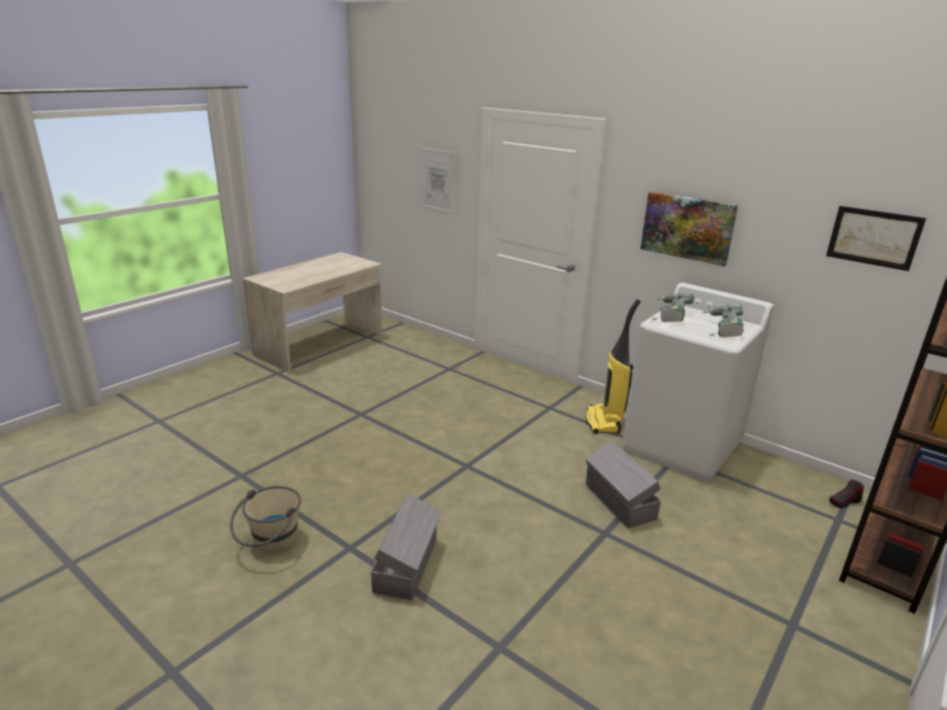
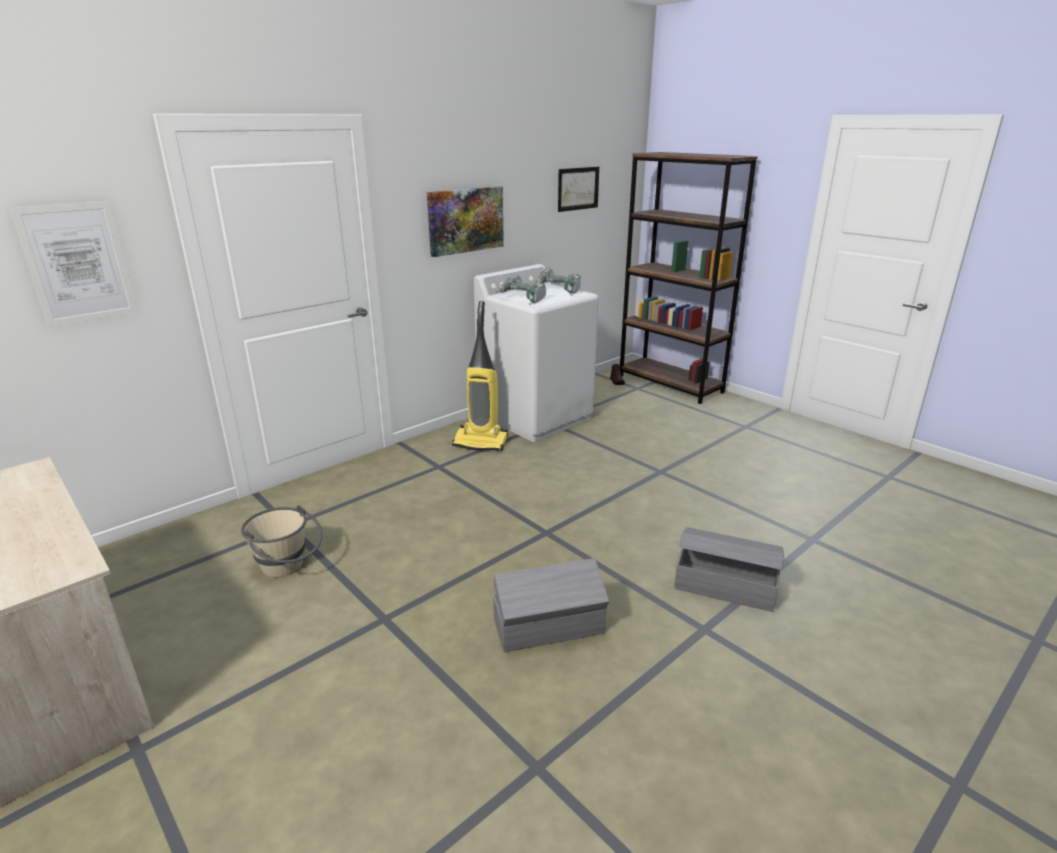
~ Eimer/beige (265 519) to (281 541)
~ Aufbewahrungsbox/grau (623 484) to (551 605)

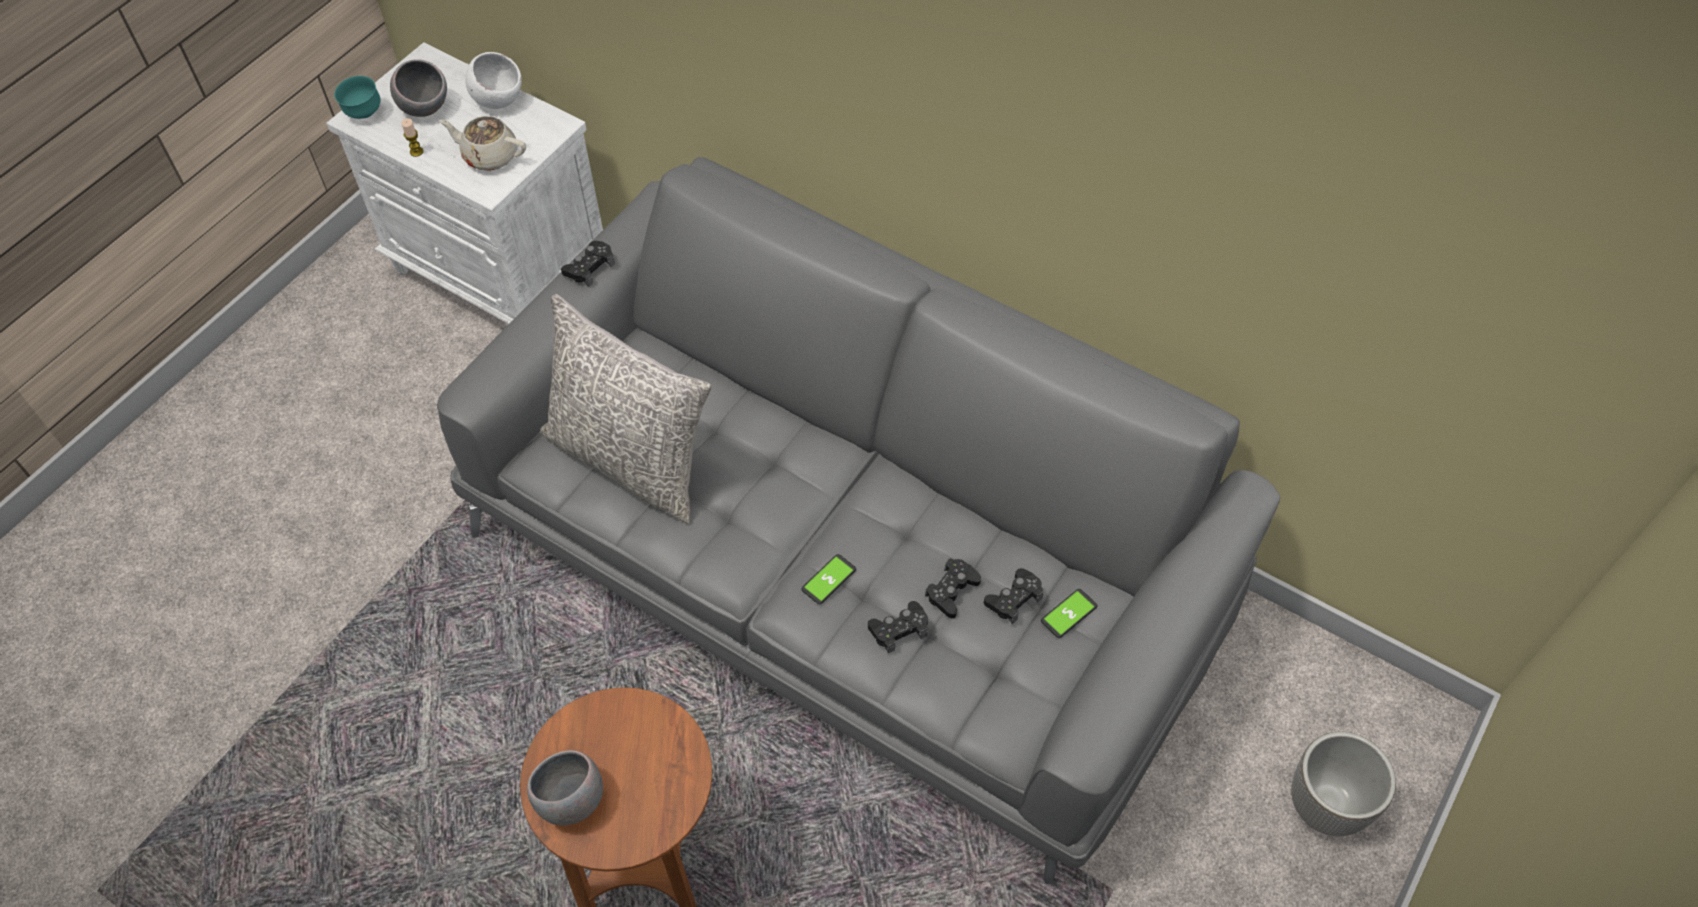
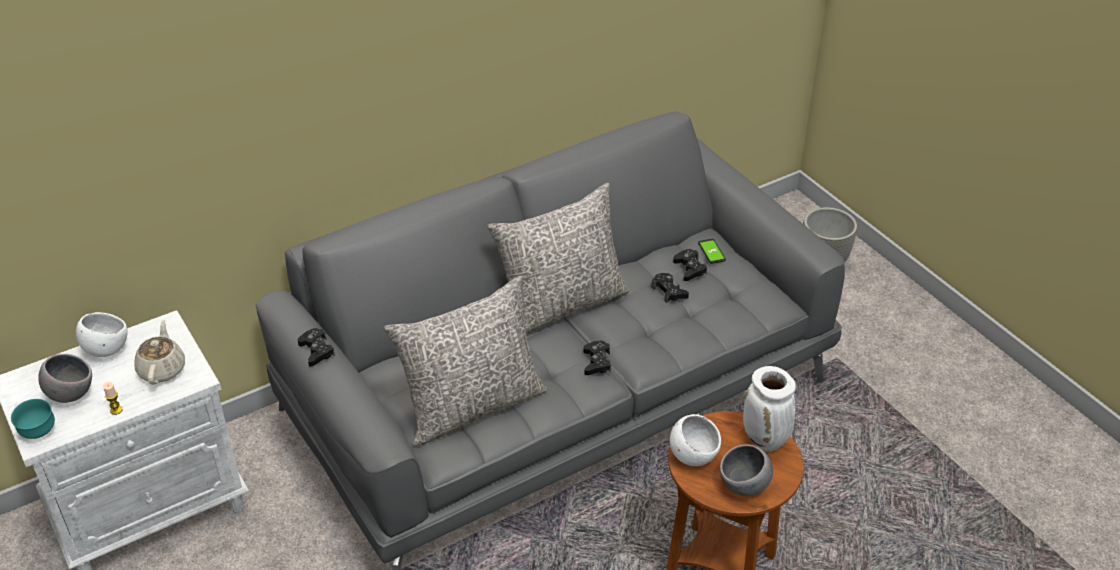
~ Teekanne/beige (482 143) = (160 352) 135 degrees clockwise
- Handy (828 579)
~ Gamepad/schwarz (898 627) to (597 358)
+ Kissen/grau (558 258)
+ Schüssel/weiß (695 440)
+ Vase/weiß (769 408)

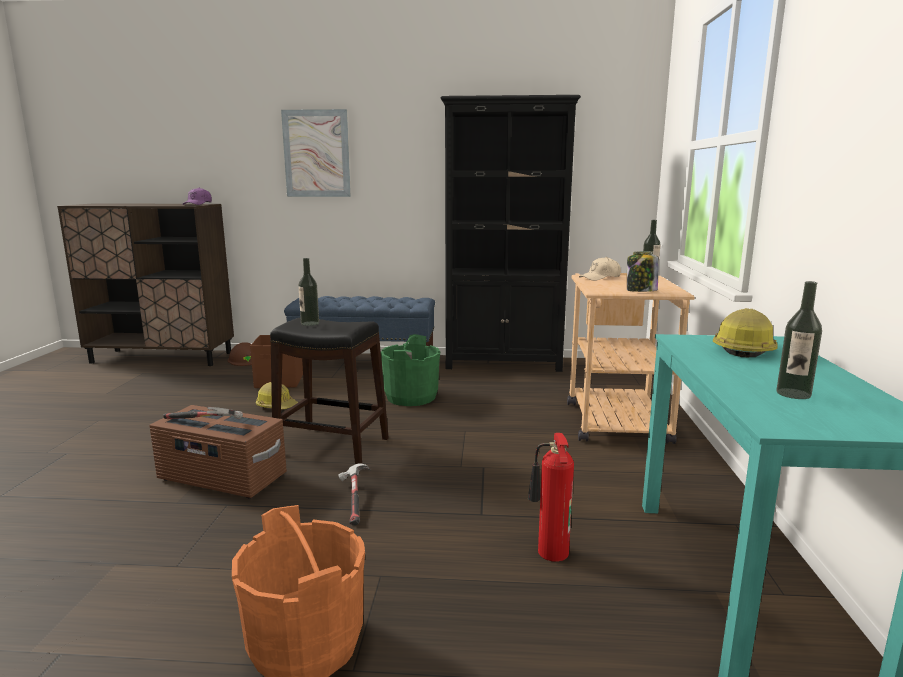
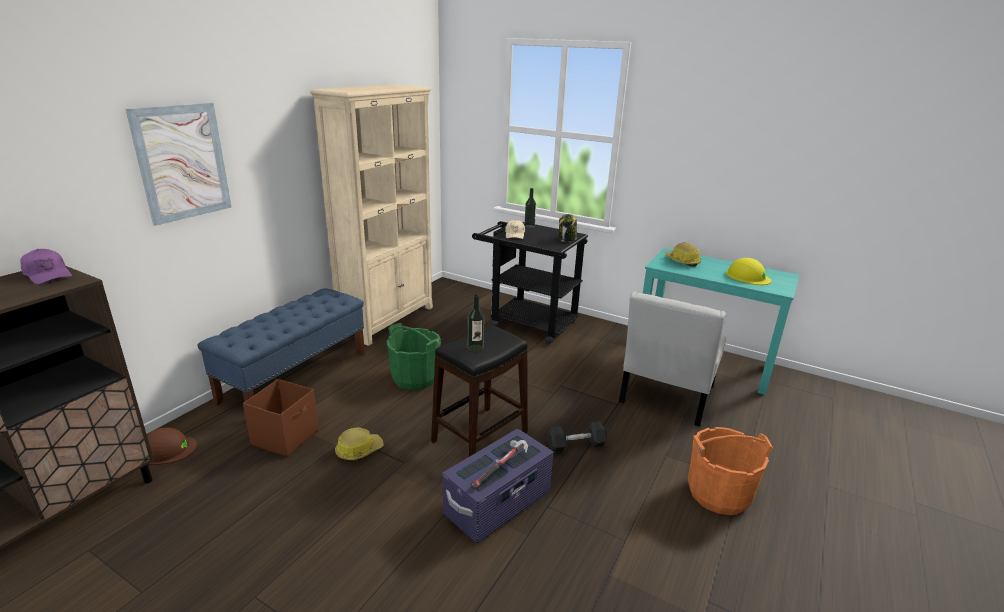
~ Aufbewahrungsbox/braun (218 451) to Aufbewahrungsbox/lila (497 486)
~ Hammer (354 494) to Hantel/grau (577 437)
~ Bücherregal/schwarz (511 233) to Bücherregal/beige (371 215)
~ Feuerlöscher (551 497) to Stuhl/weiß (672 359)
~ Rollwagen/beige (631 358) to Rollwagen/schwarz (530 282)
~ Flasche (799 340) to Schutzhelm/gelb (749 271)

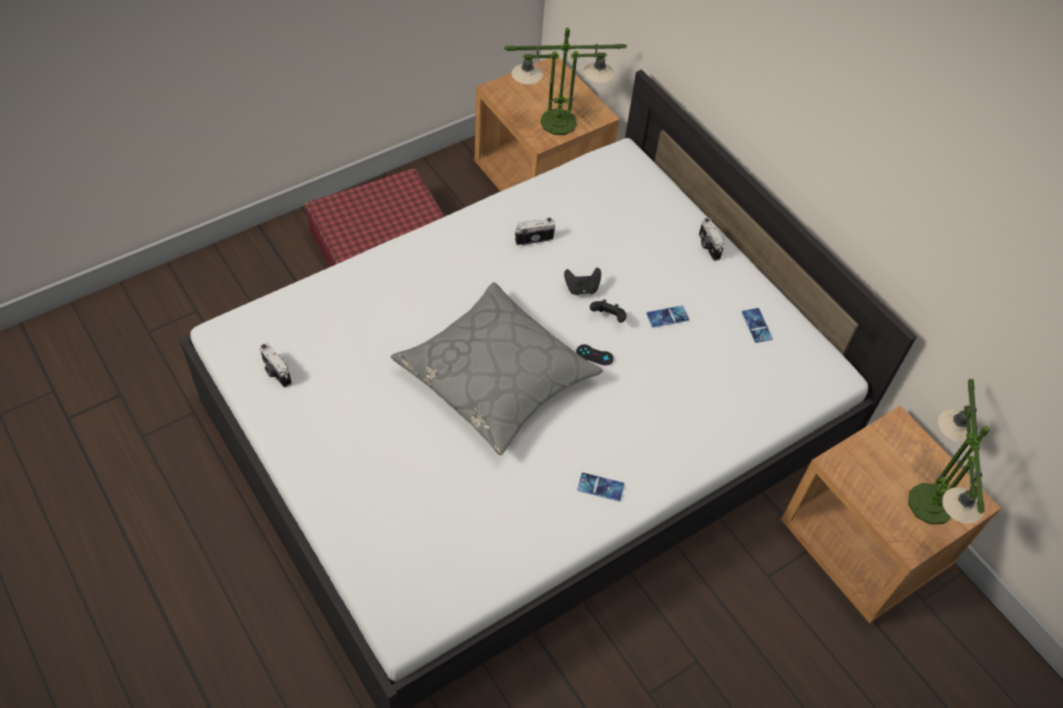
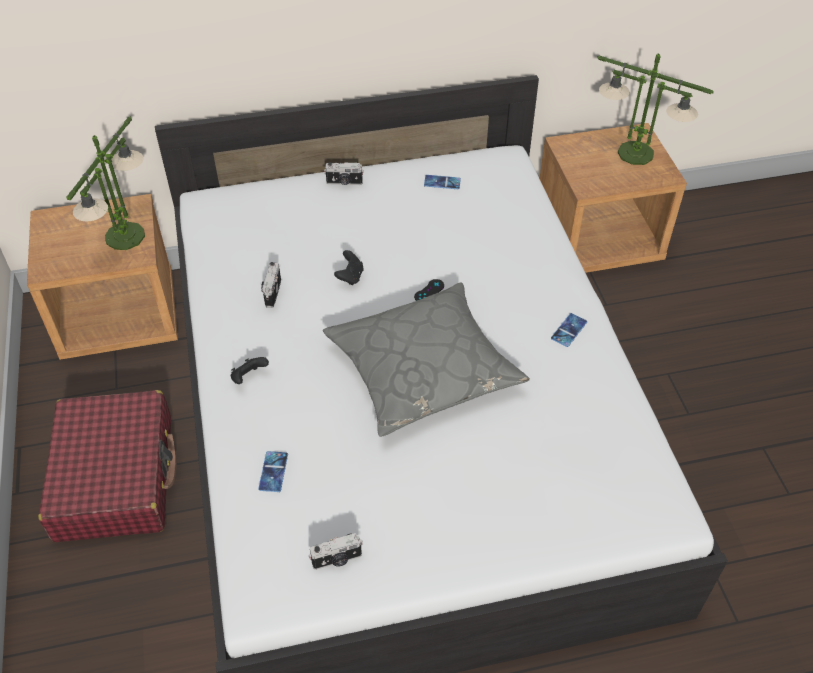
~ Gamepad/schwarz (608 311) to (250 370)
~ Handy (667 316) to (273 471)

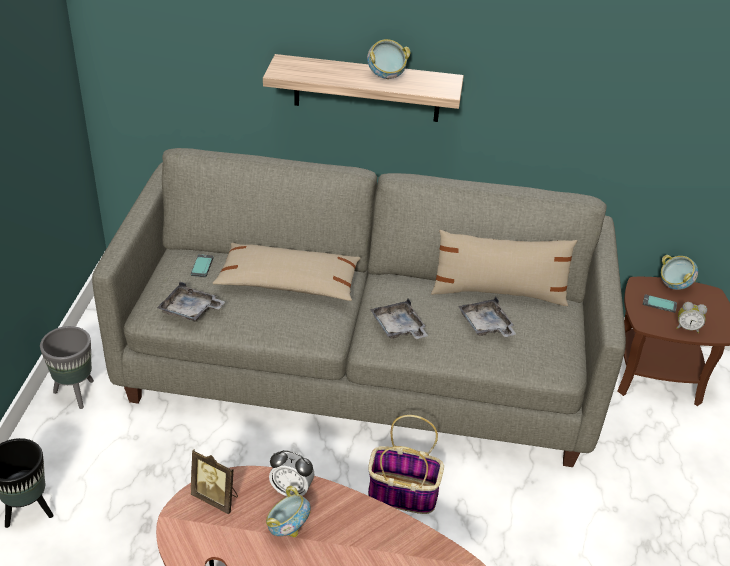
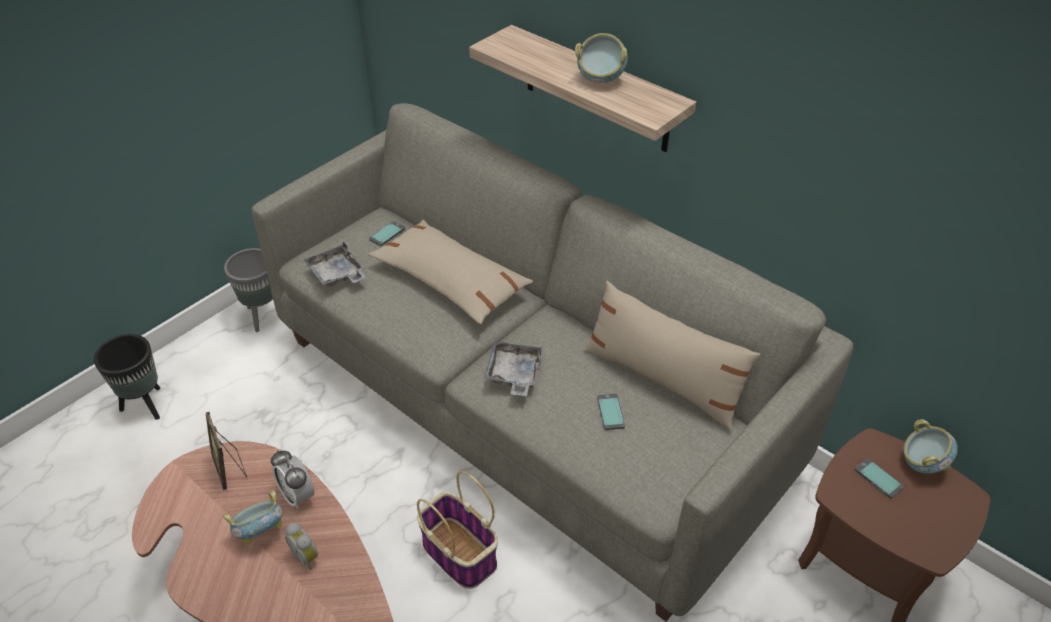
~ Tablett/grau (487 316) to Handy (611 411)
~ Wecker (691 317) to (301 546)

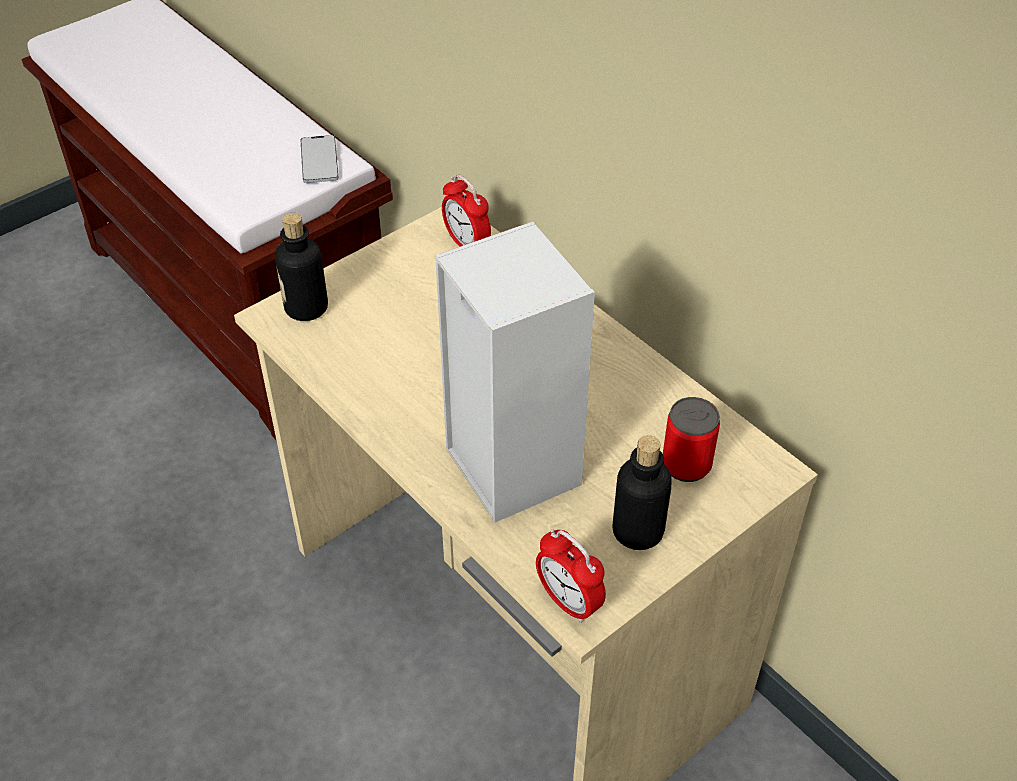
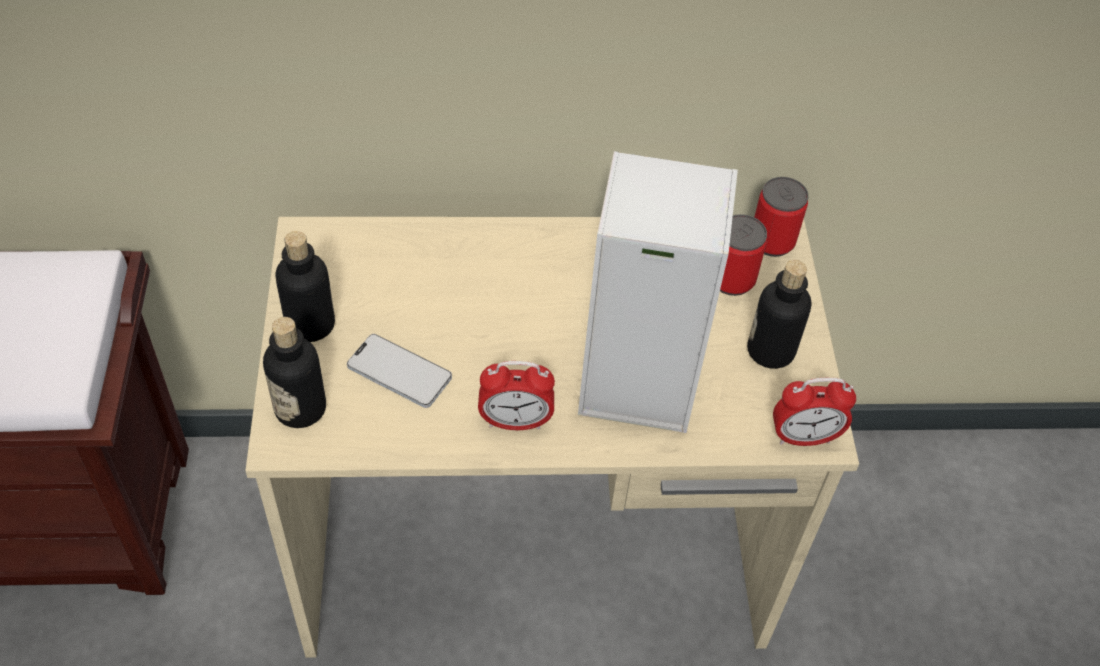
~ Handy (320 159) to (399 371)
~ Wecker (466 210) to (516 395)
+ Flasche (305 286)
+ Dose (781 217)

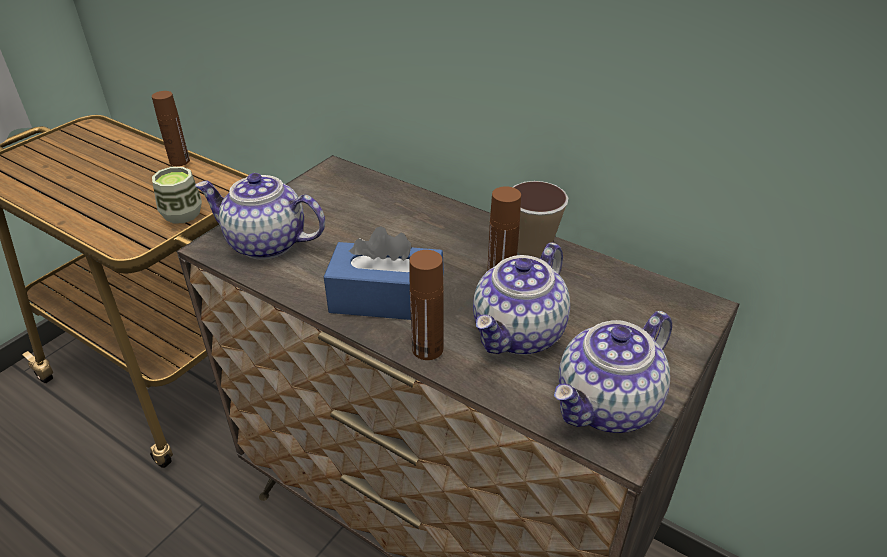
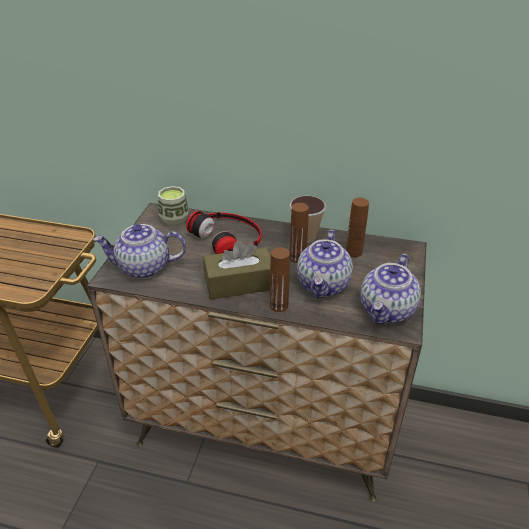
~ Flasche/braun (171 128) to (357 227)
~ Tasse (177 195) to (173 206)
~ Taschentuchbox/blau (384 273) to Taschentuchbox/braun (237 270)
+ Kopfhörer (224 232)

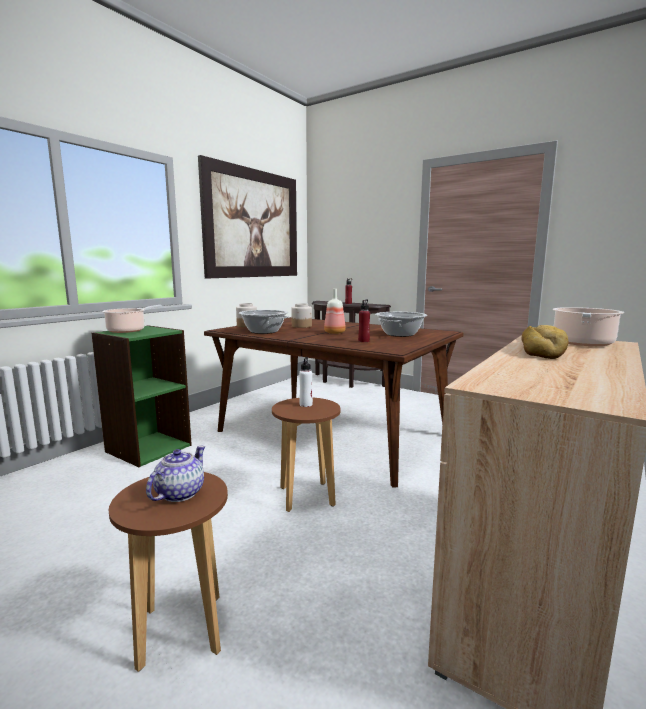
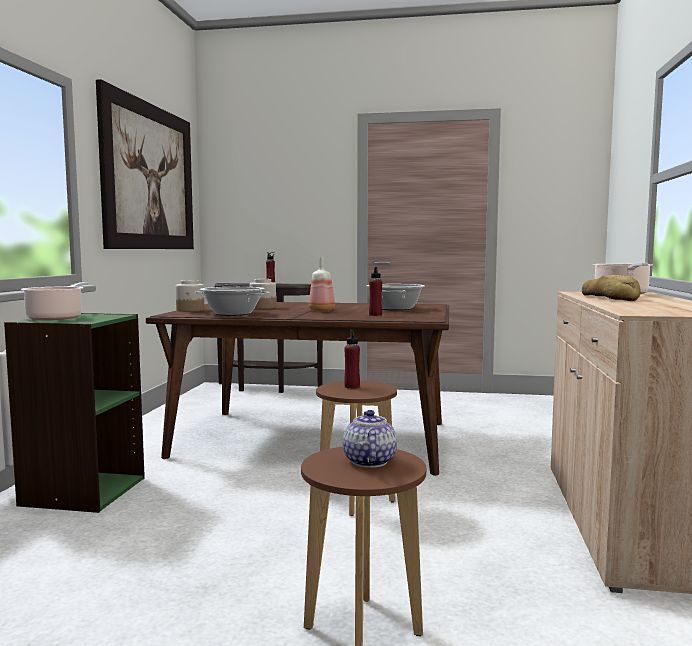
~ Flasche/weiß (306 382) to Flasche/rot (352 359)

